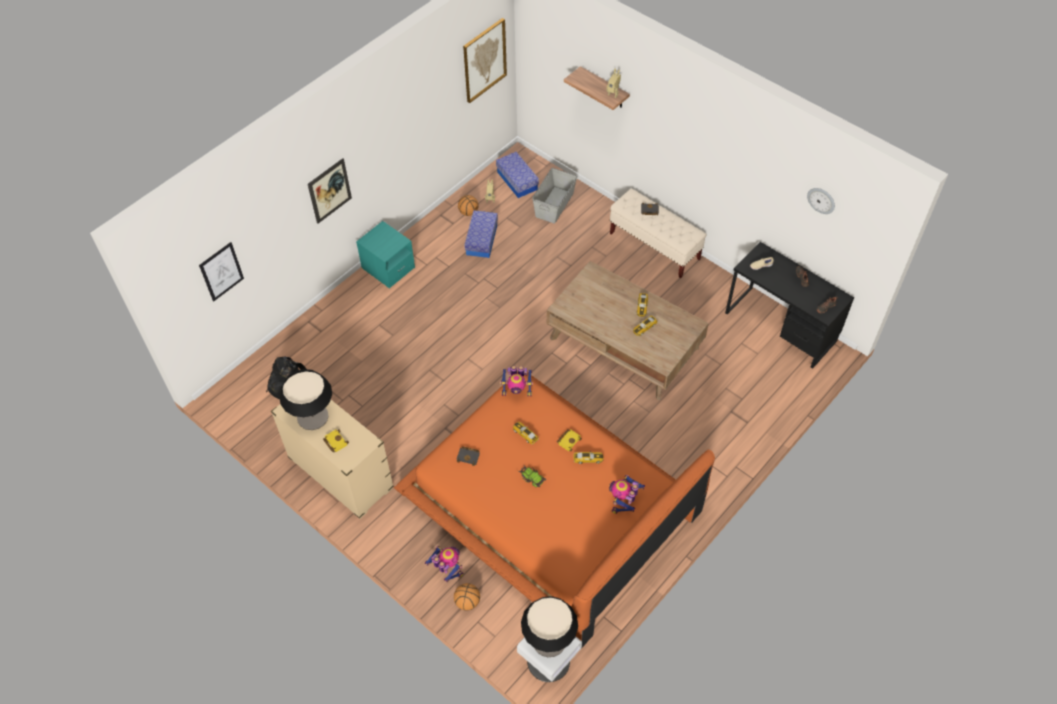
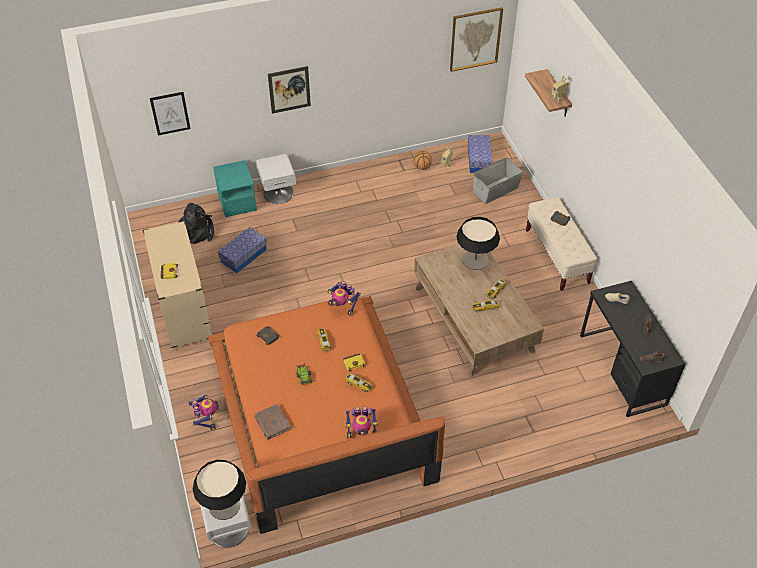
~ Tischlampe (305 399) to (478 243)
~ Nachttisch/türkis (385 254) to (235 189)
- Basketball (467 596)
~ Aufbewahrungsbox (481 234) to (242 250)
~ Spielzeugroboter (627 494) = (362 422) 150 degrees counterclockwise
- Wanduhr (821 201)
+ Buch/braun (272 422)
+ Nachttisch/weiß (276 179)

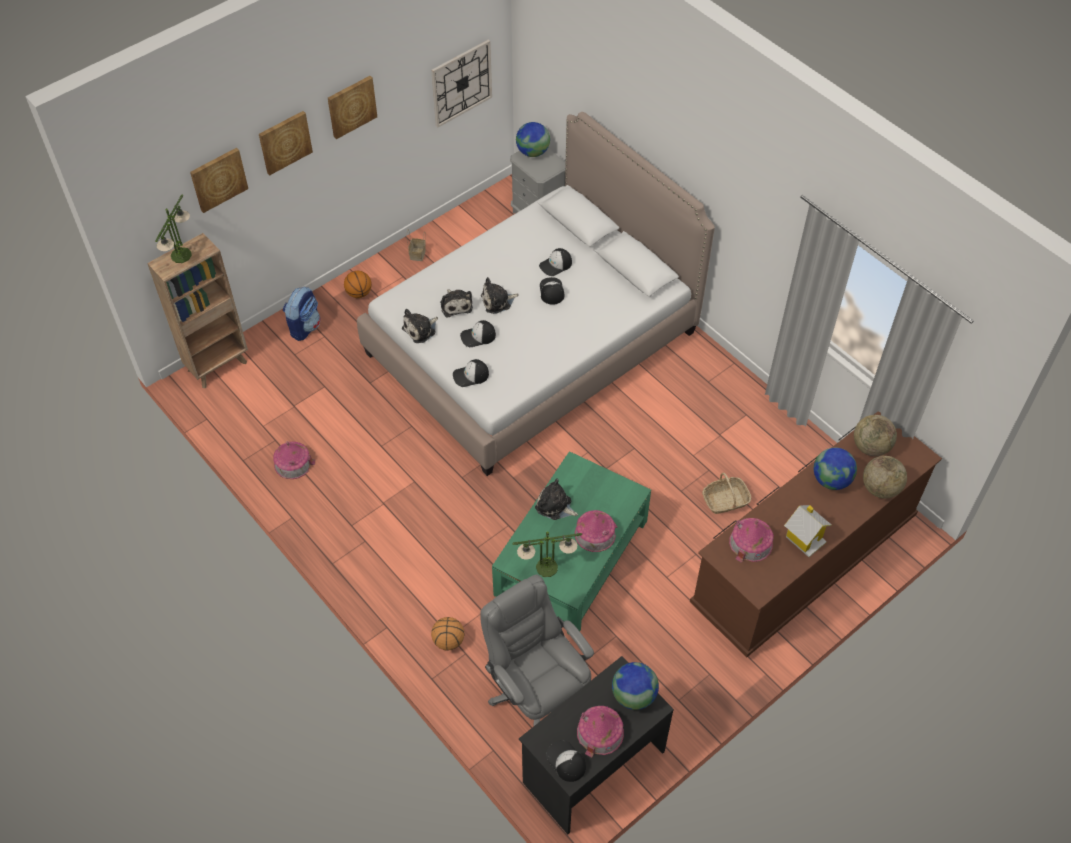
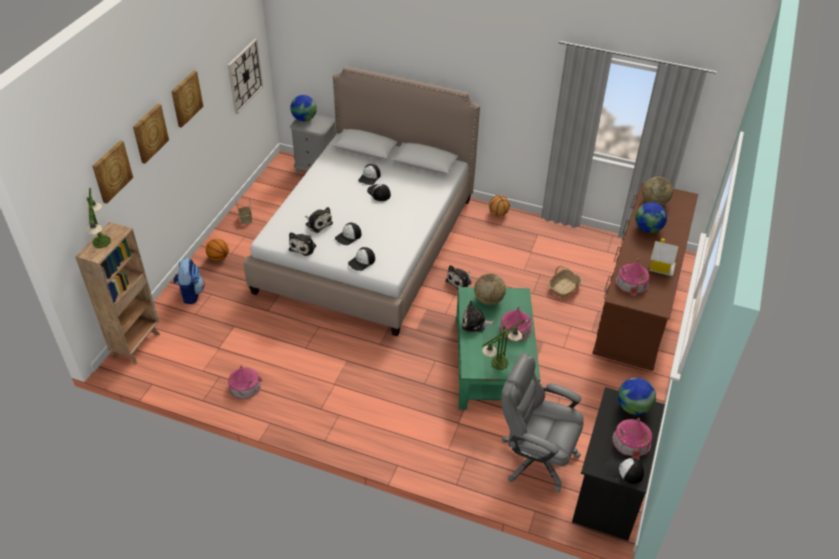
~ Basketball (447 634) to (499 205)
~ Plüschtier (500 295) to (458 277)
~ Globus (885 477) to (490 289)

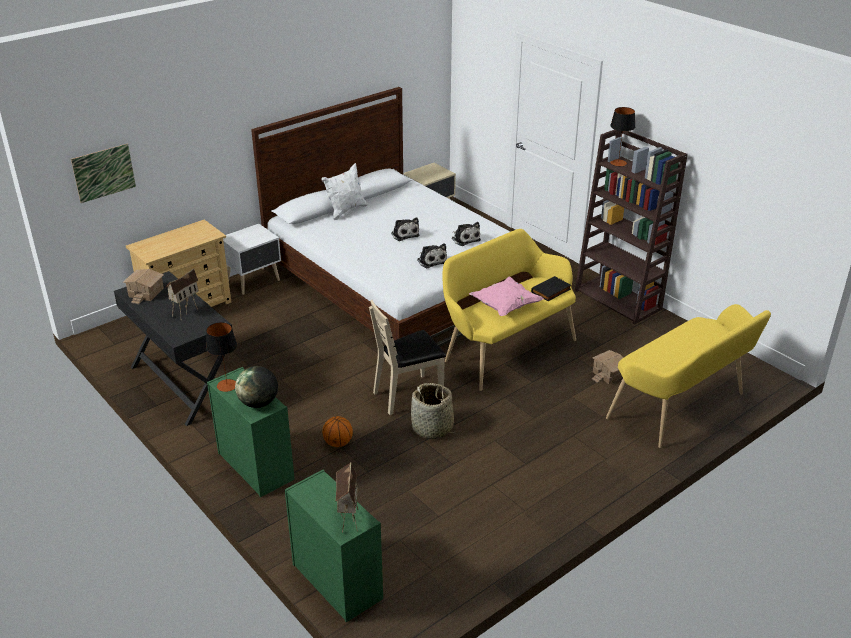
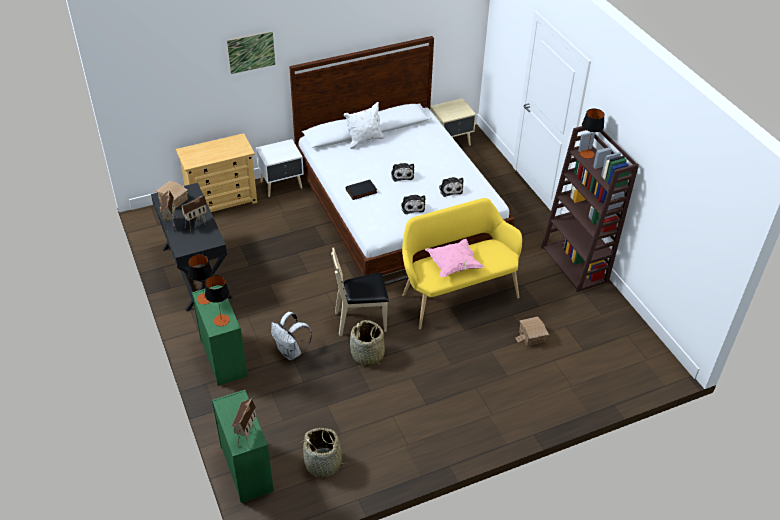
~ Bild (103 173) to (251 52)
~ Globus (256 387) to Tischlampe (217 300)
~ Basketball (337 431) to Rucksack/weiß (291 336)
~ Buch/schwarz (551 288) to (362 190)
- Bank/gelb (688 376)
+ Spielzeughaus (168 209)
+ Korb (325 452)

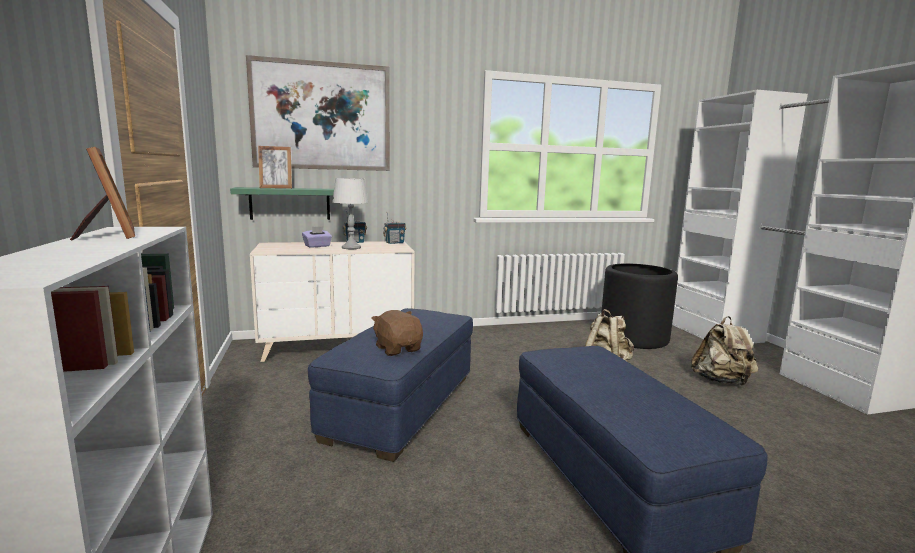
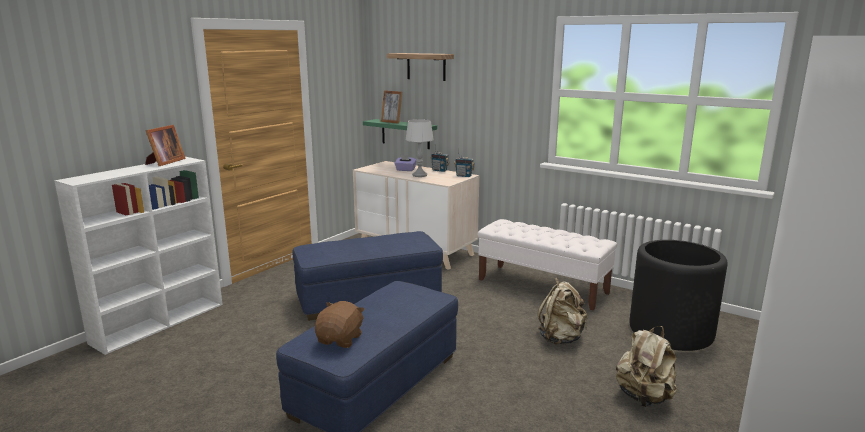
~ Bild (318 113) to Wandregal (420 67)
~ Plüschtier/braun (397 333) to (340 324)
+ Bank/weiß (547 265)

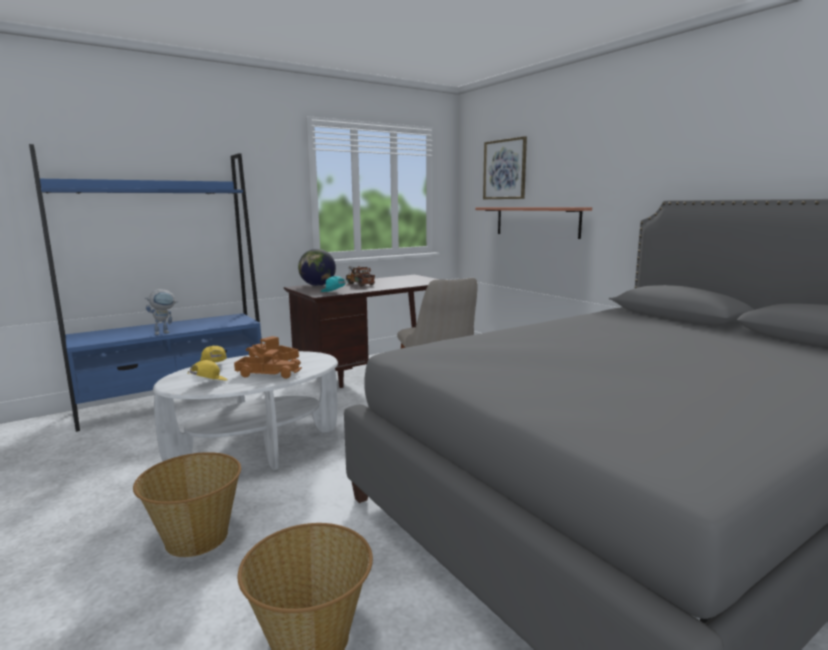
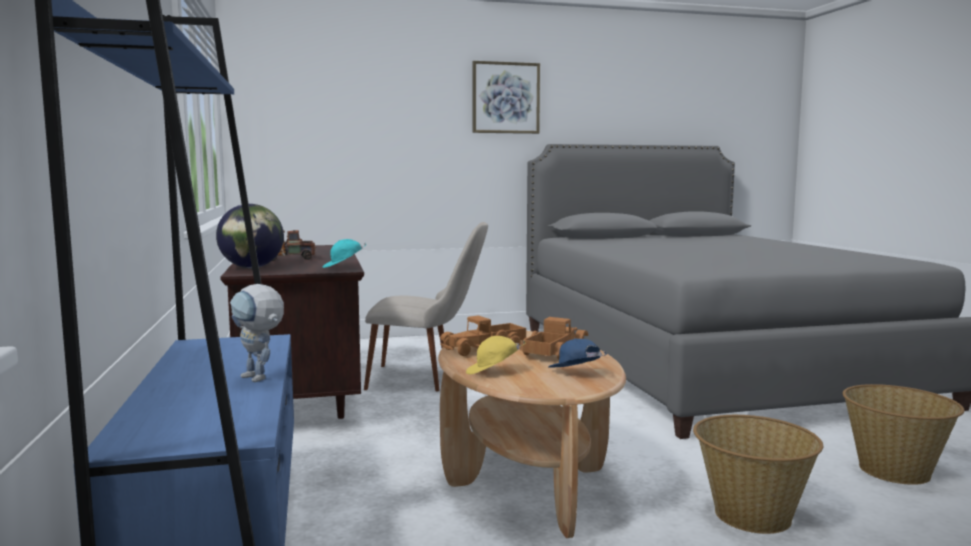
~ Spielzeugroboter (161 312) = (257 333) 150 degrees clockwise
~ Couchtisch/weiß (245 410) to Couchtisch/braun (532 434)
~ Kappe/gelb (207 370) to Kappe/blau (578 353)
- Wandregal (533 223)
~ Bild (505 167) to (506 97)

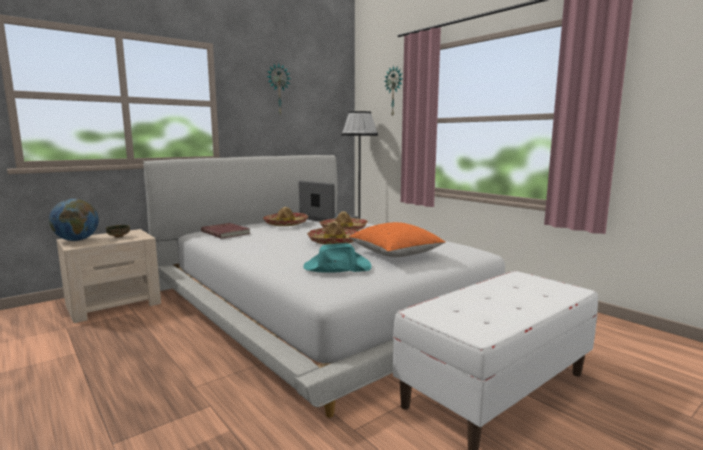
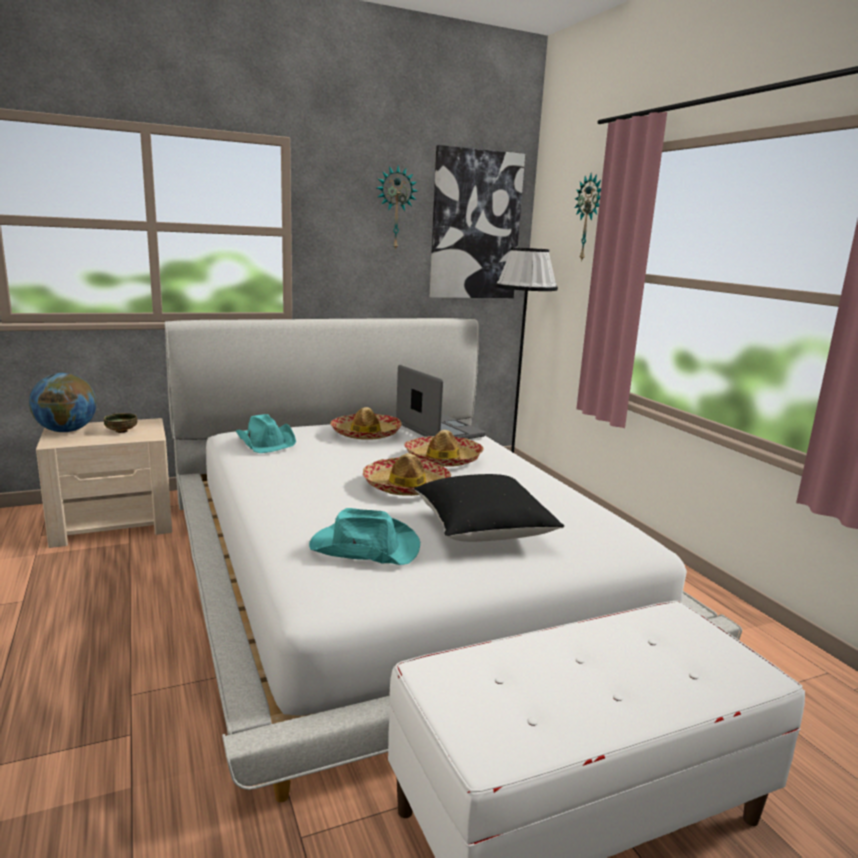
~ Buch/rot (225 231) to Hut/türkis (266 433)
~ Kissen/orange (397 239) to Kissen/schwarz (489 508)
+ Bild (477 221)

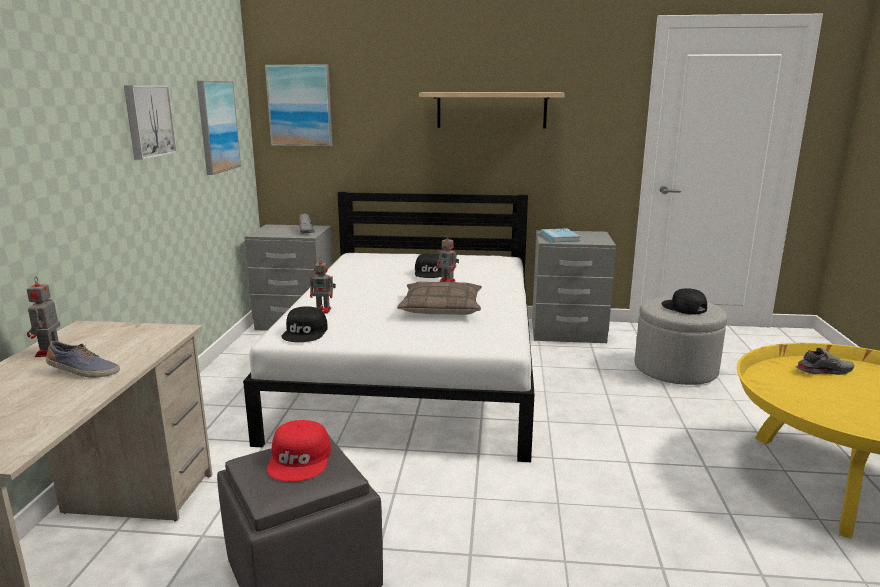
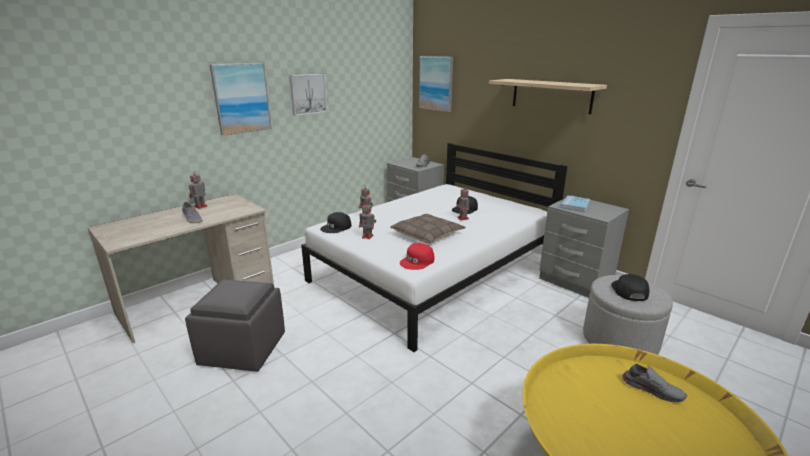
~ Bild (219 128) to (240 99)
~ Kappe/rot (299 451) to (417 256)
+ Spielzeugroboter (367 220)

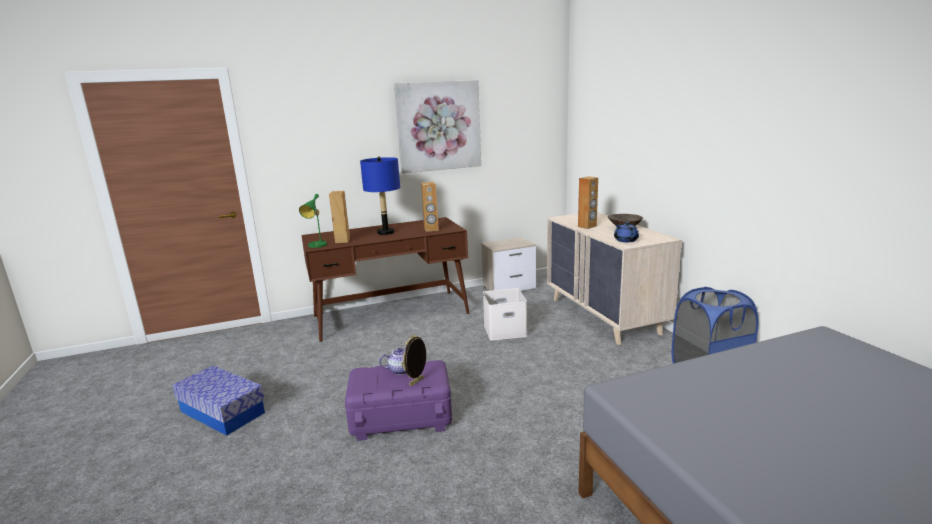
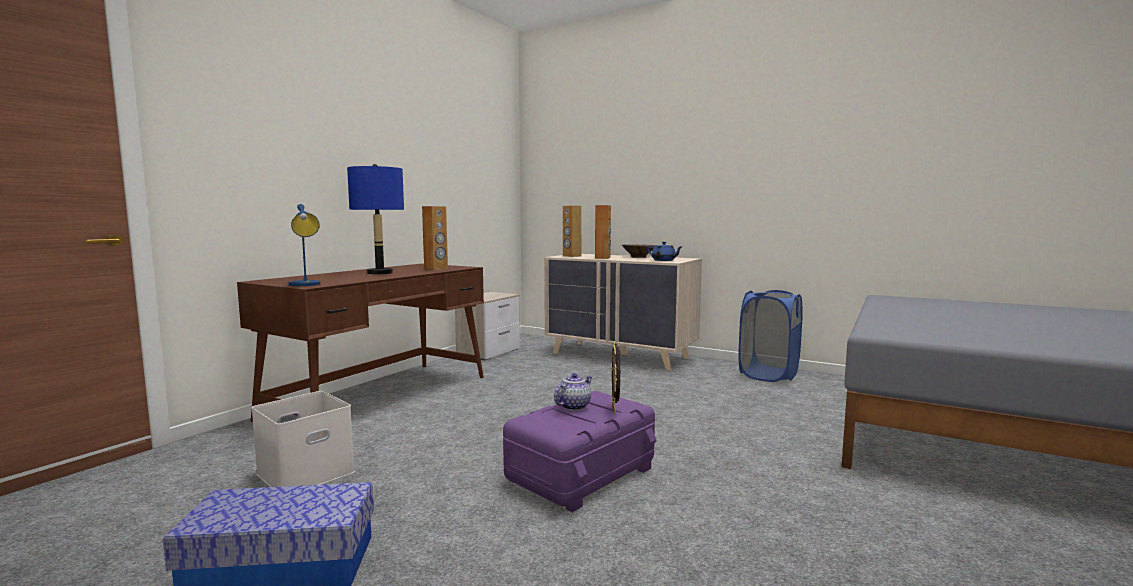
~ Tischlampe/grün (313 221) to Tischlampe/blau (304 245)
~ Lautsprecher/braun (339 217) to (572 231)
- Bild (437 126)
~ Aufbewahrungsbox/weiß (505 314) to (303 439)

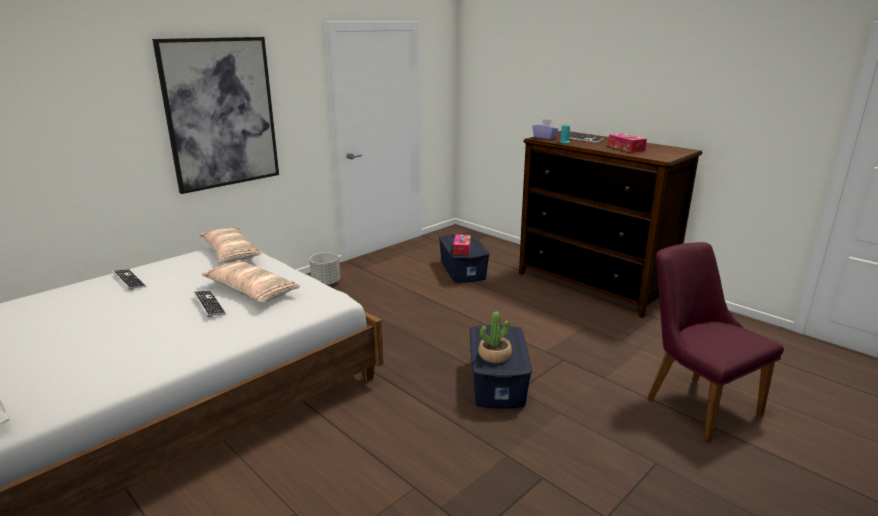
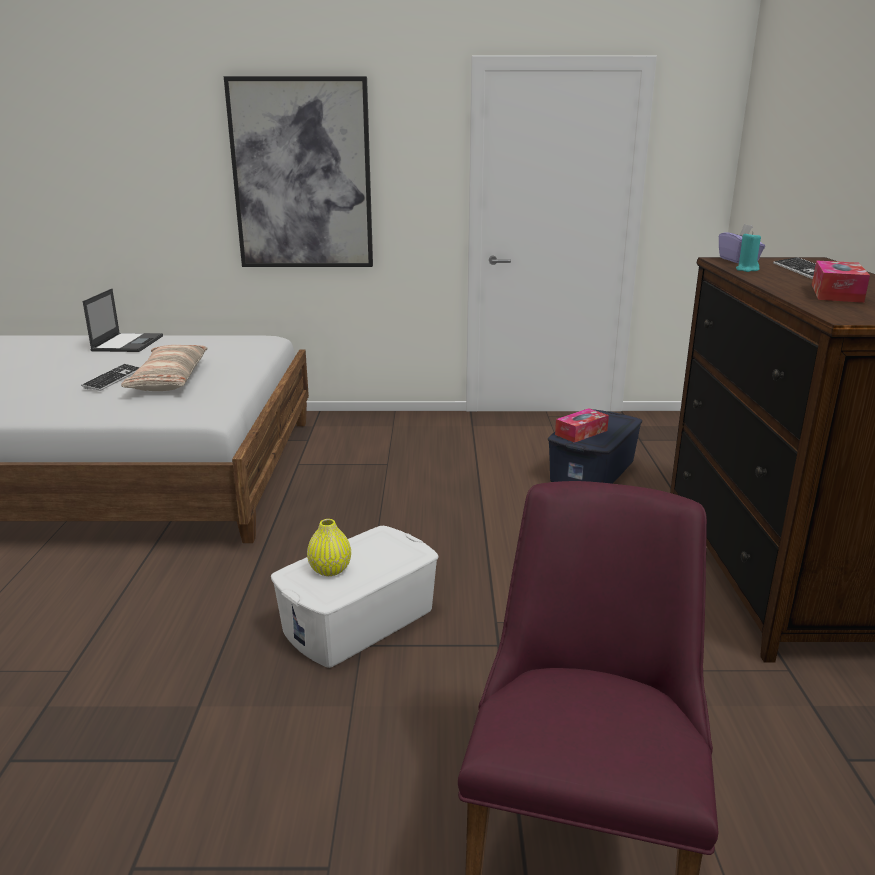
~ Tastatur (129 279) to Laptop (123 320)
- Kissen (230 245)
- Pflanzkübel/grau (324 268)
~ Aufbewahrungsbox/blau (501 366) to Aufbewahrungsbox/weiß (355 597)
~ Topfpflanze (495 337) to Vase/gelb (329 547)

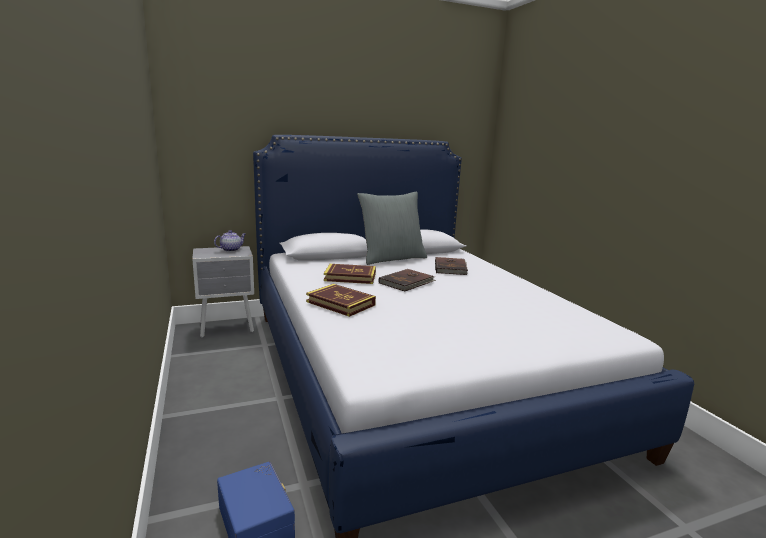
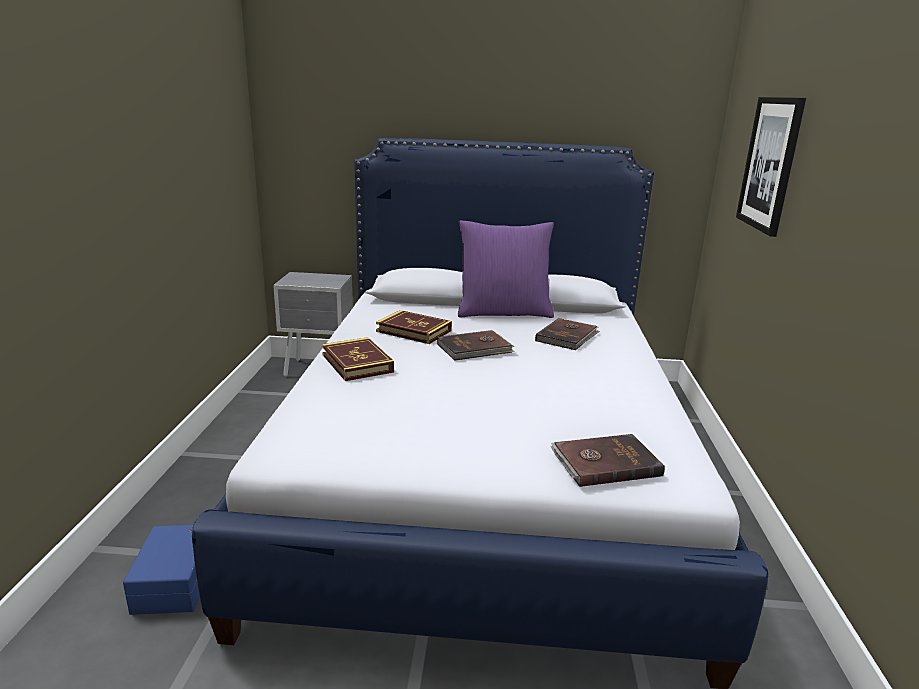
- Teekanne (229 241)
~ Kissen/grau (392 228) to Kissen/lila (506 269)
+ Buch/braun (608 460)
+ Bild (771 167)

